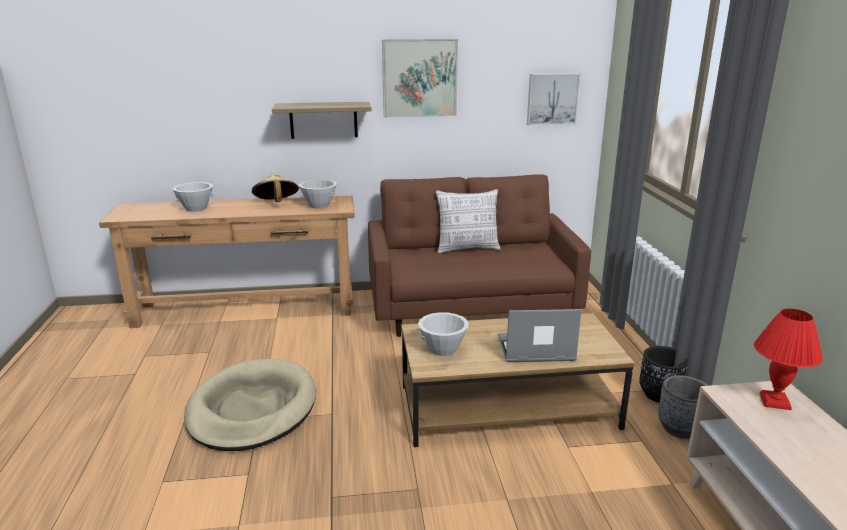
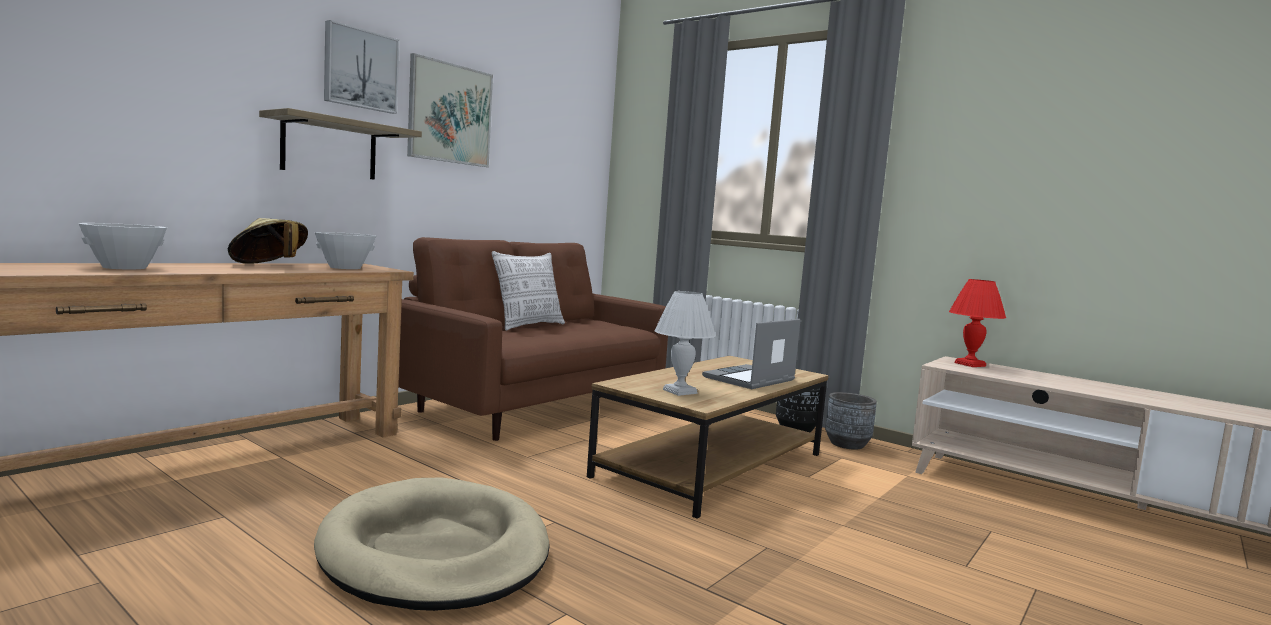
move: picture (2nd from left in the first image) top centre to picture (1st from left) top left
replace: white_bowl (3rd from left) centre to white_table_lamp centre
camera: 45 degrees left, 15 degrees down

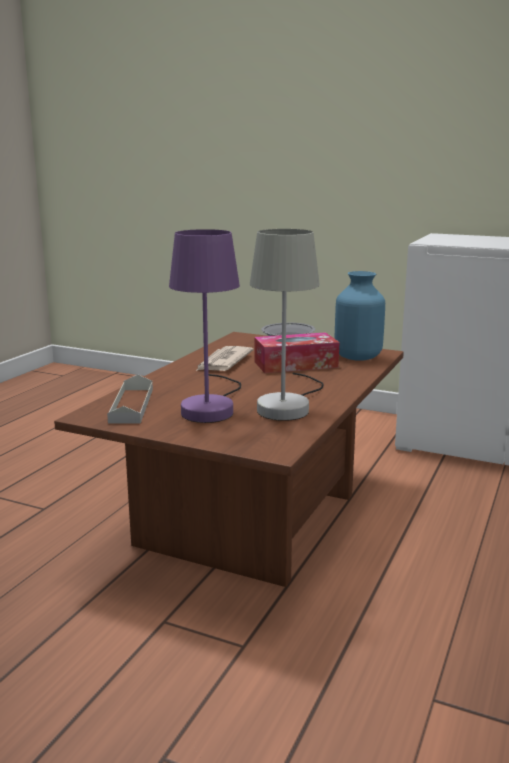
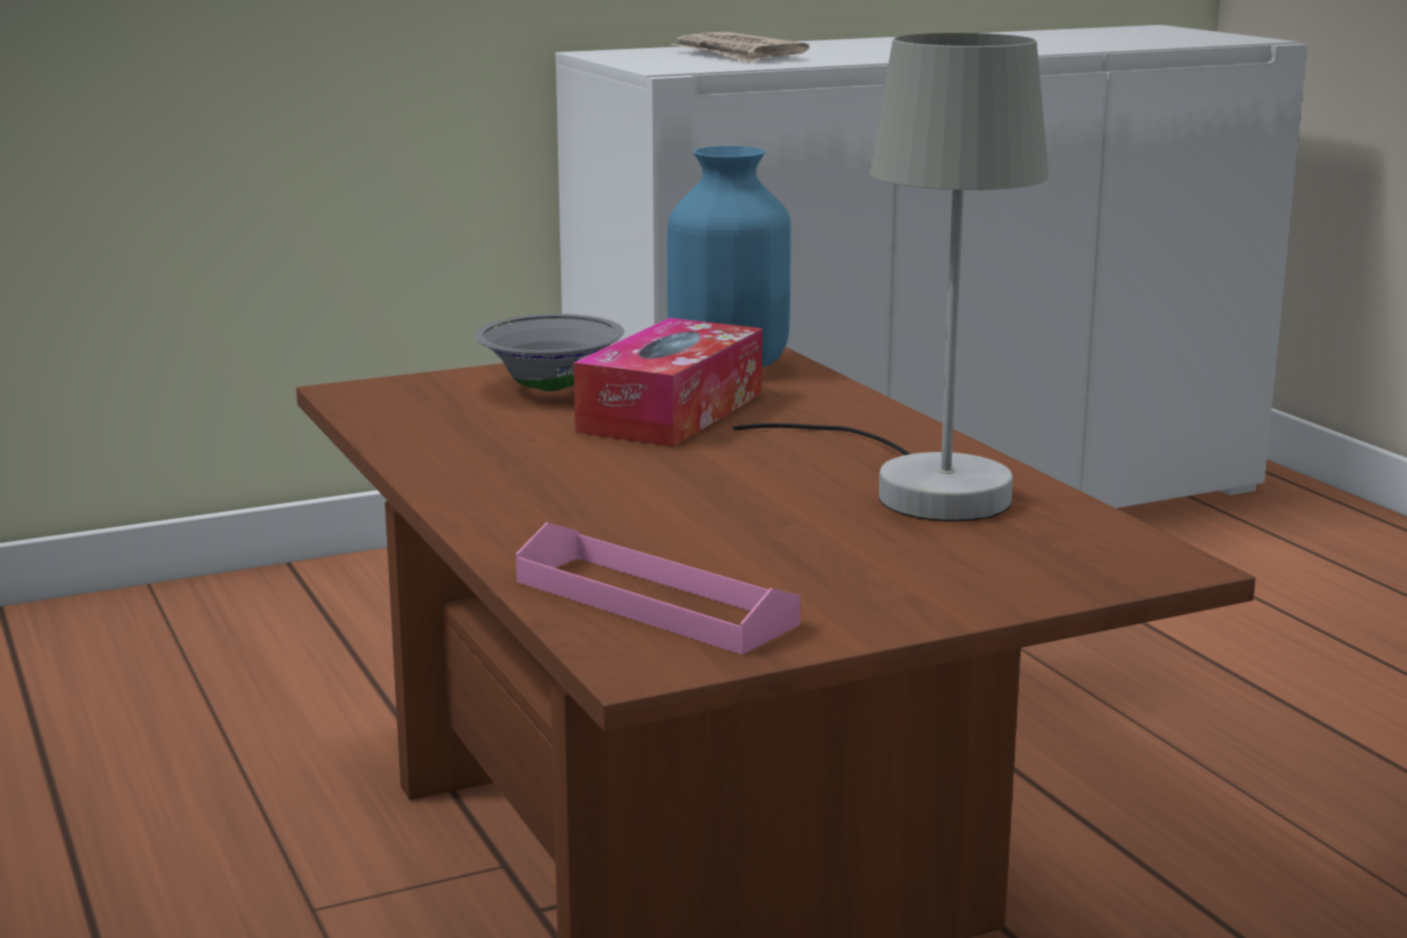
delete: purple_table_lamp centre
move: newspaper centre to top centre
recolor: grey_tray middle left to pink_tray centre
camera: 50 degrees left, 0 degrees up

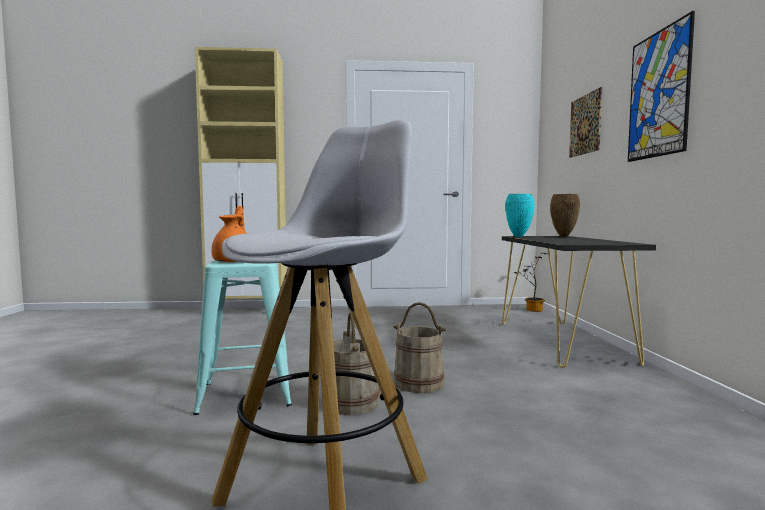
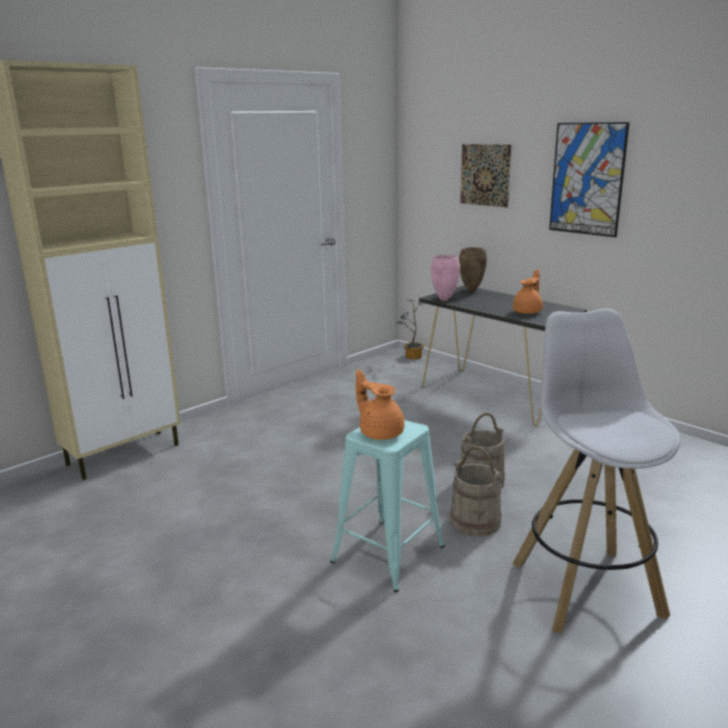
insert: orange_teapot (2nd from left) middle right
recolor: turquoise_vase middle right to pink_vase centre
camera: 40 degrees left, 15 degrees up

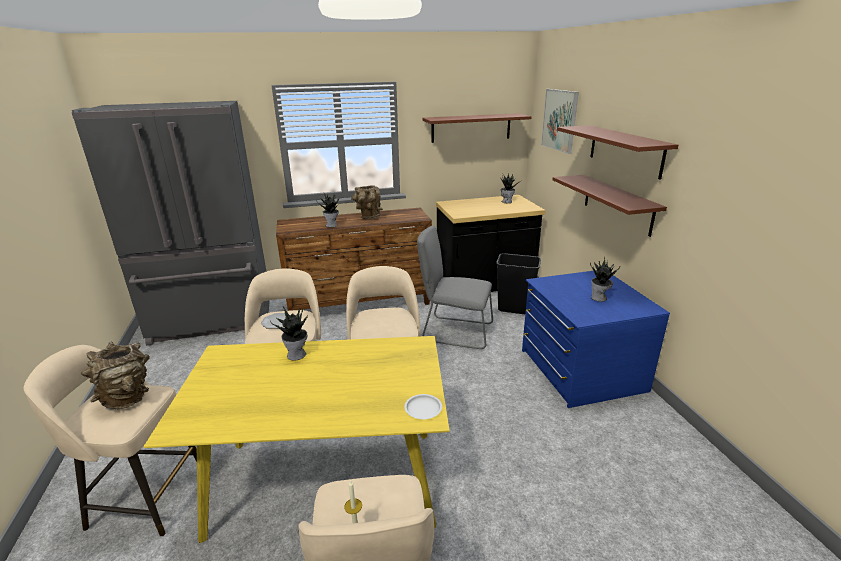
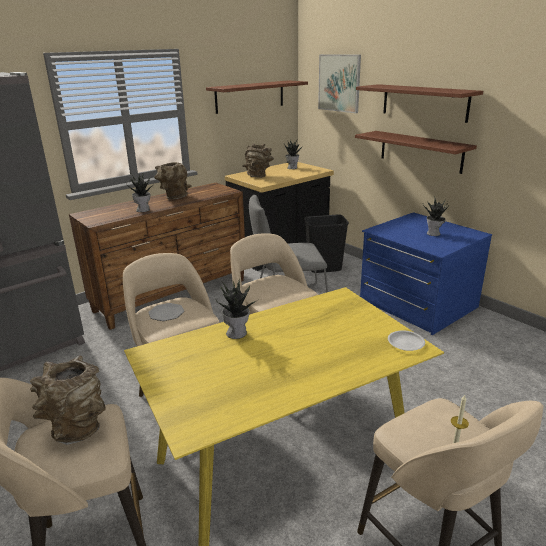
insert: brown_vase (3rd from left) top centre
camera: 25 degrees left, 0 degrees up

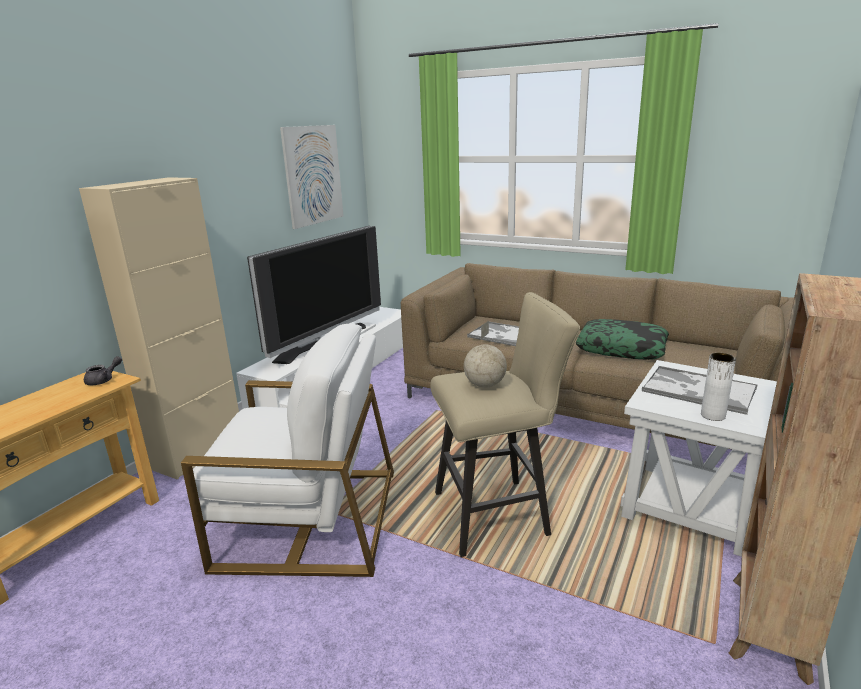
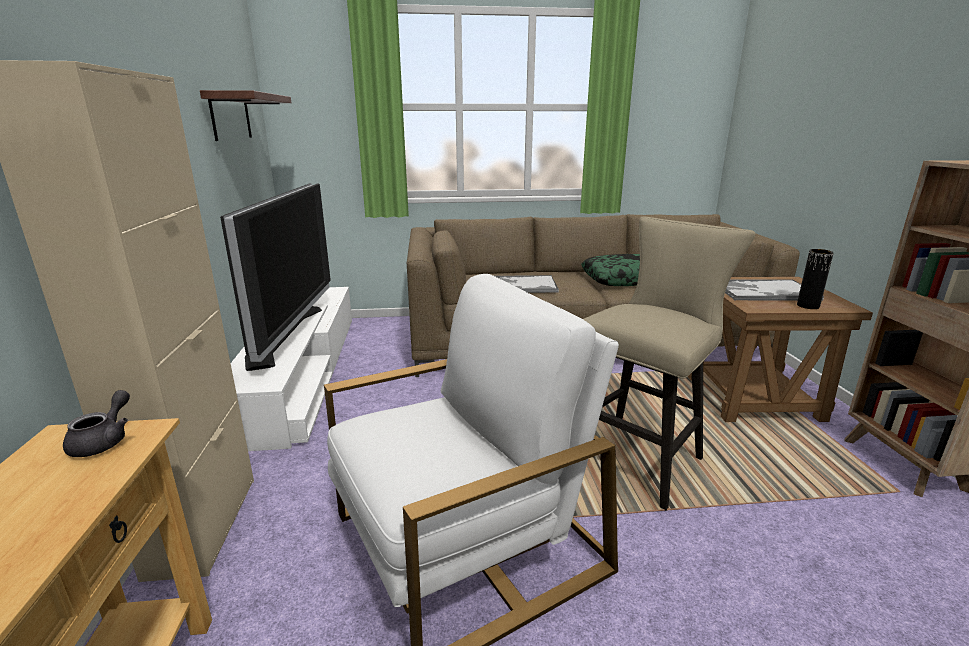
delete: globe centre
replace: picture top centre to shelf top left
recolor: white_side_table middle right to brown_side_table middle right; white_vase middle right to black_vase middle right
camera: 35 degrees left, 0 degrees up

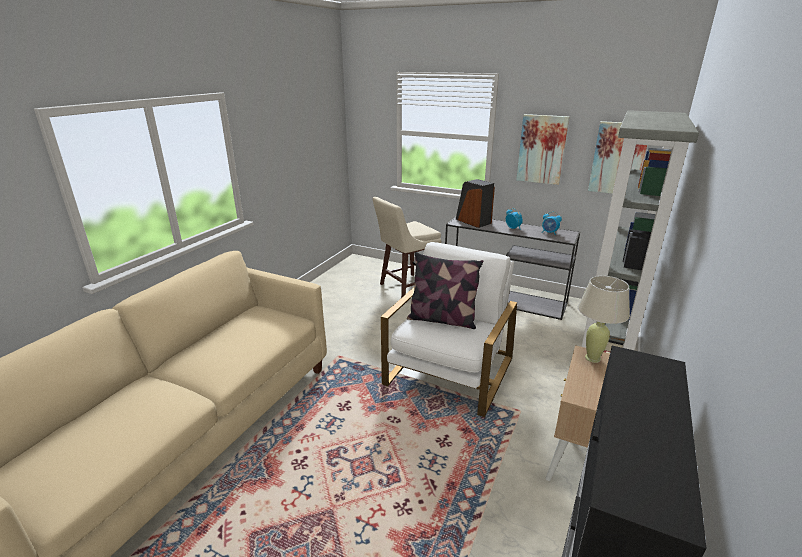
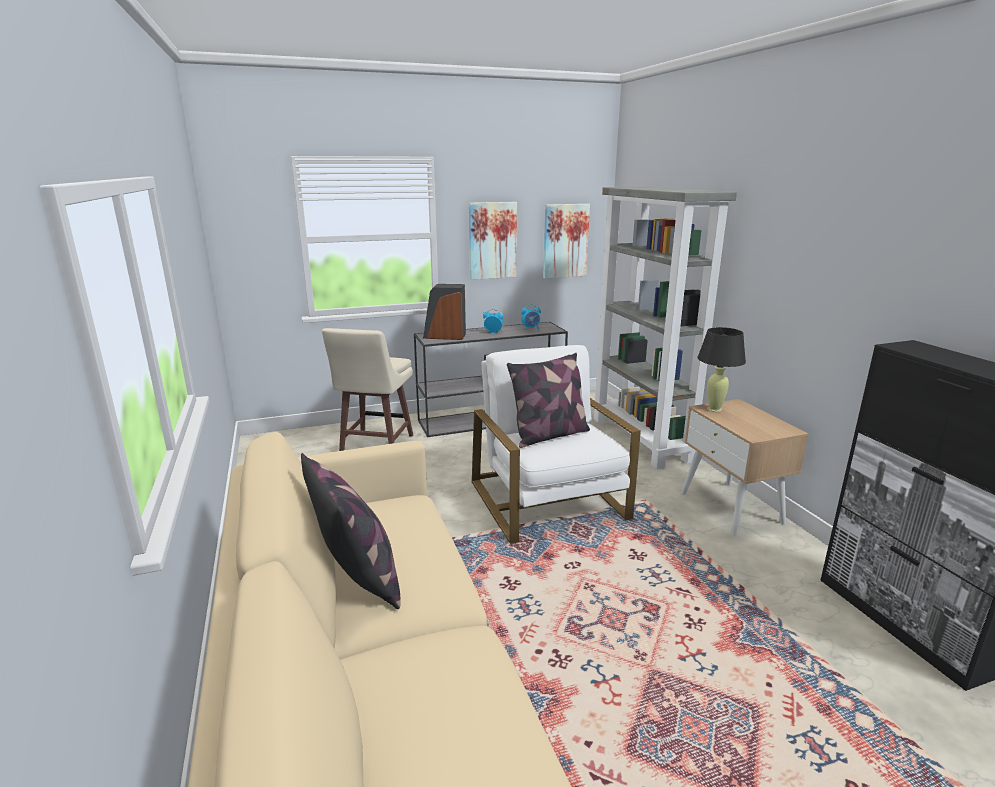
insert: pillow (1st from left) bottom centre
recolor: beige_table_lamp middle right to black_table_lamp middle right
camera: 45 degrees left, 5 degrees down

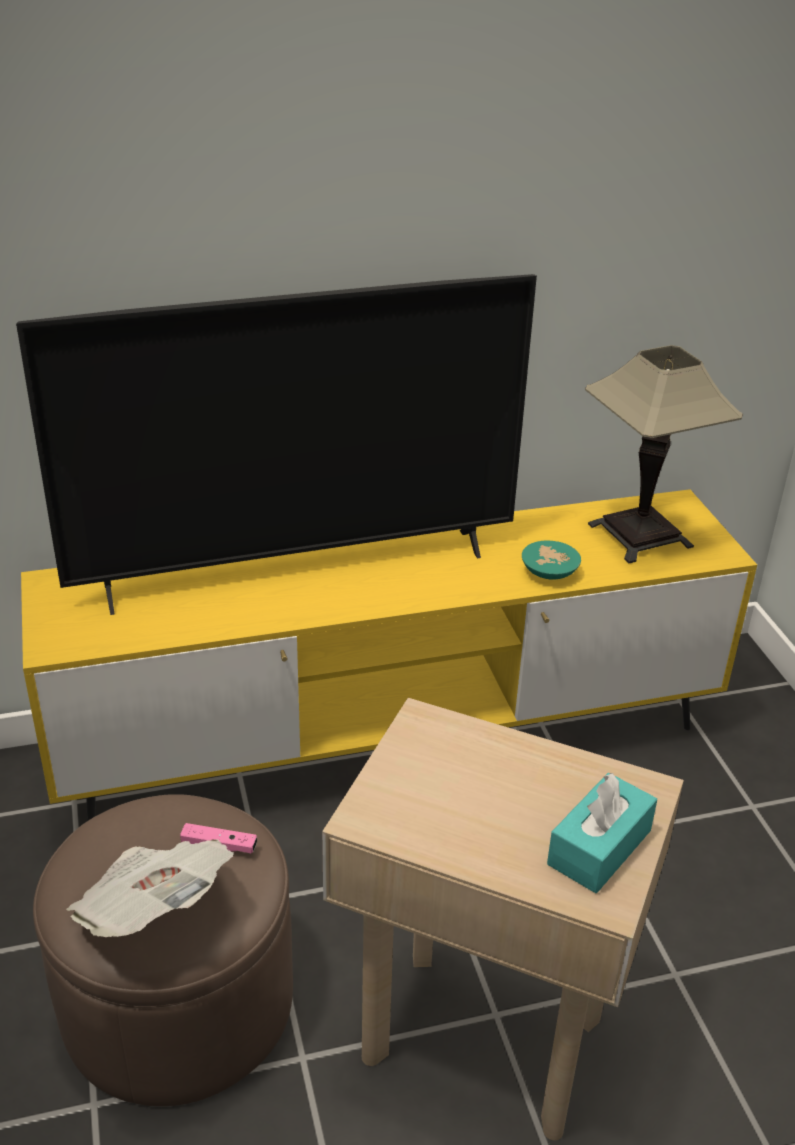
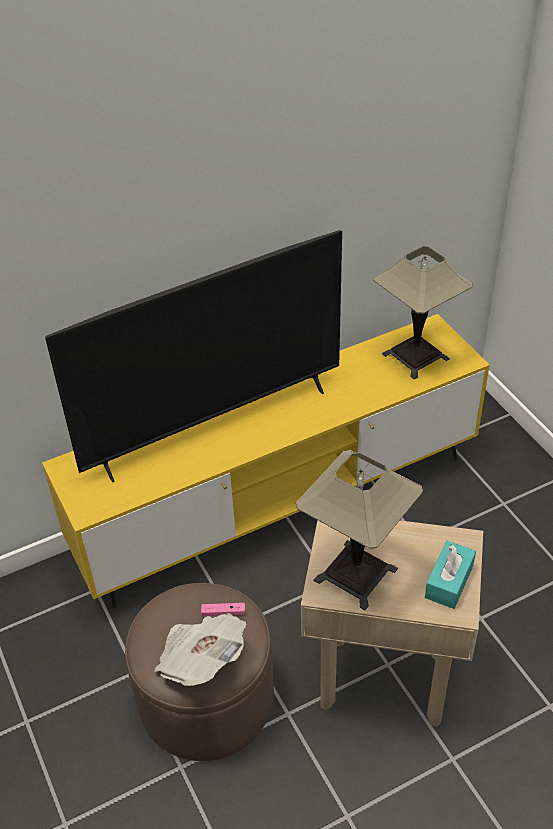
delete: turquoise_bowl middle right
insert: table_lamp (1st from left) centre
camera: 10 degrees left, 10 degrees up

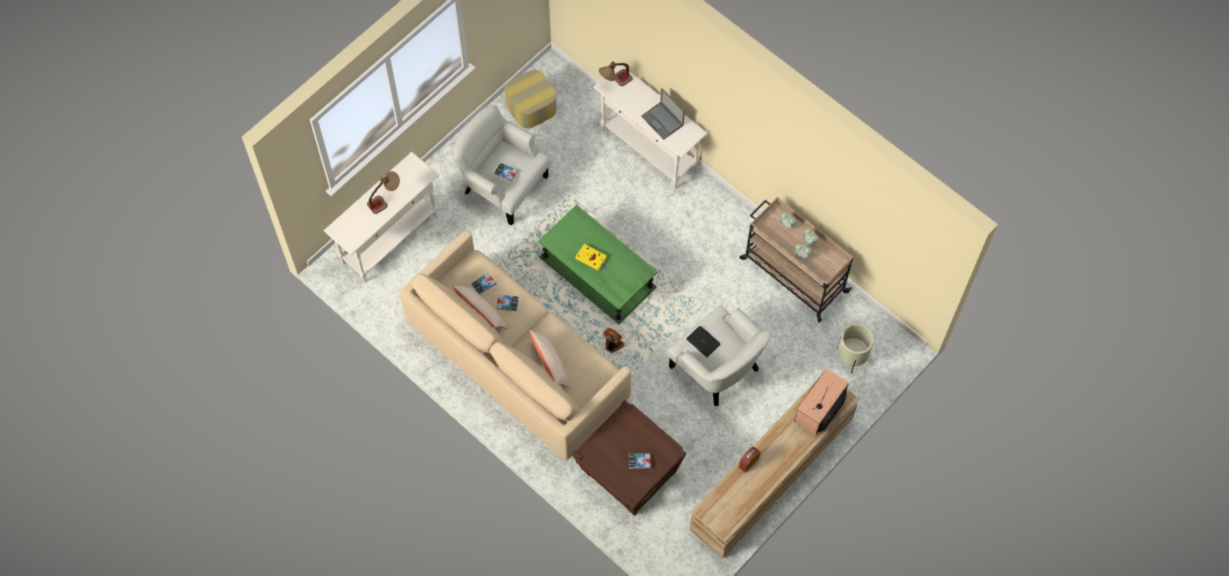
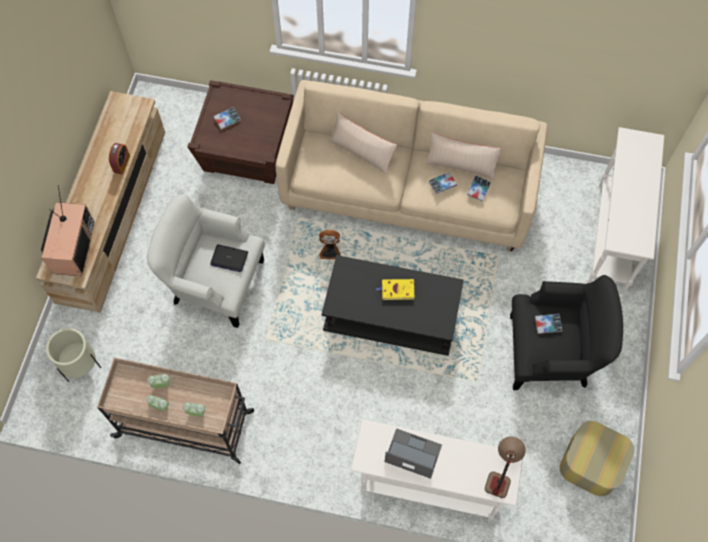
delete: table_lamp (1st from left) middle left
recolor: white_armchair (1st from left) top centre to black_armchair middle right; green_coffee_table centre to black_coffee_table centre
camera: 150 degrees right, 0 degrees up

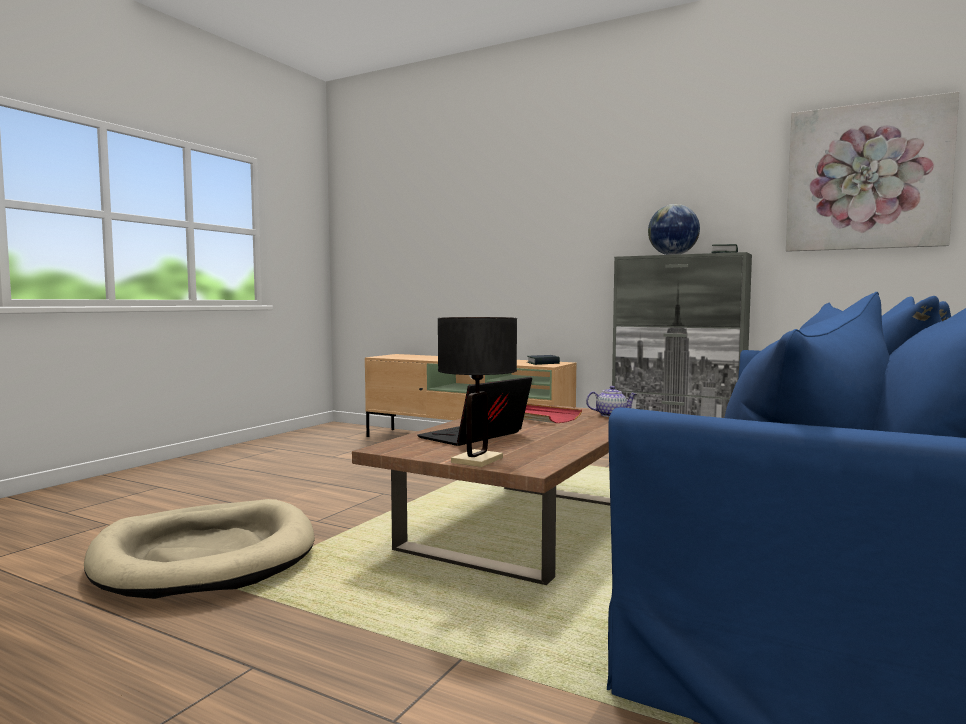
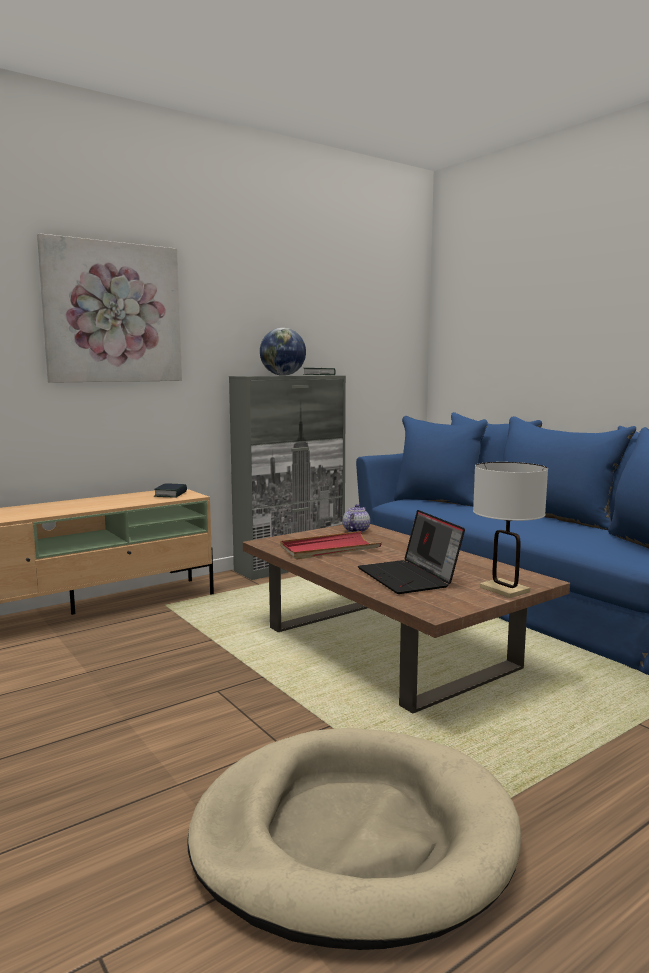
move: picture top right to top left
recolor: black_table_lamp centre to white_table_lamp middle right
camera: 65 degrees left, 5 degrees up

